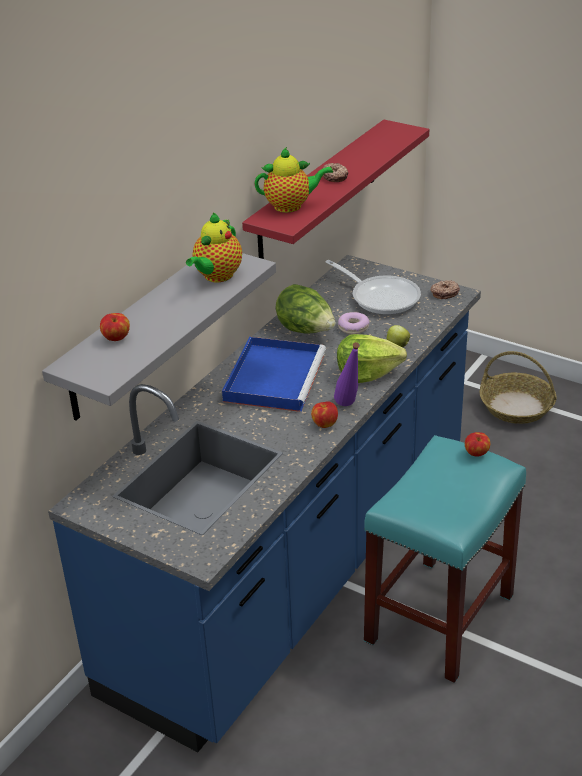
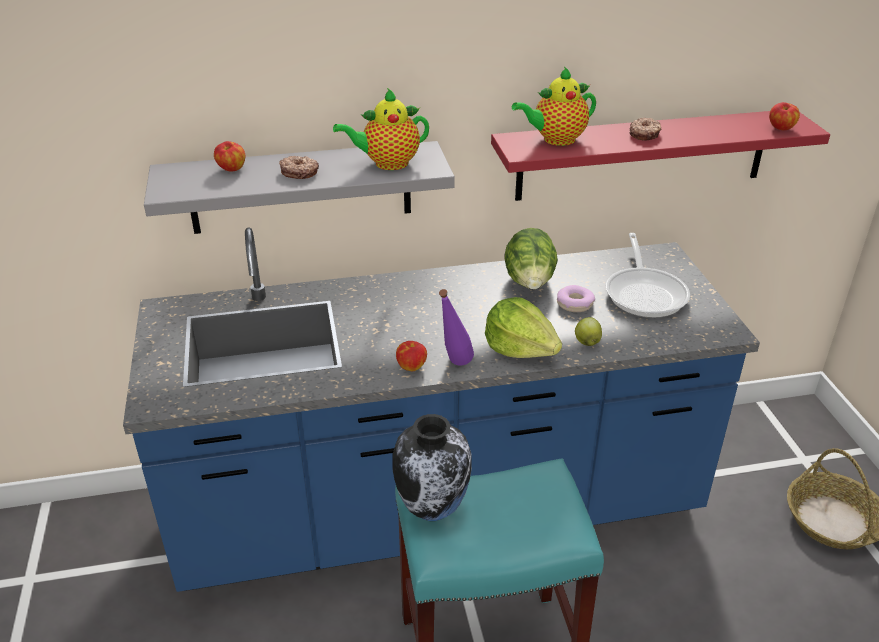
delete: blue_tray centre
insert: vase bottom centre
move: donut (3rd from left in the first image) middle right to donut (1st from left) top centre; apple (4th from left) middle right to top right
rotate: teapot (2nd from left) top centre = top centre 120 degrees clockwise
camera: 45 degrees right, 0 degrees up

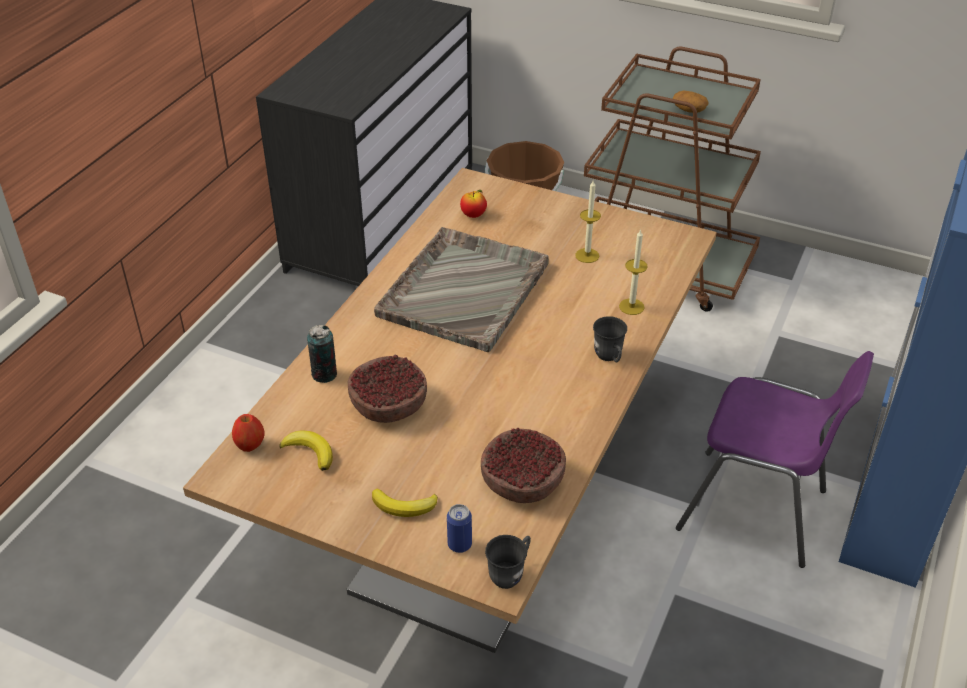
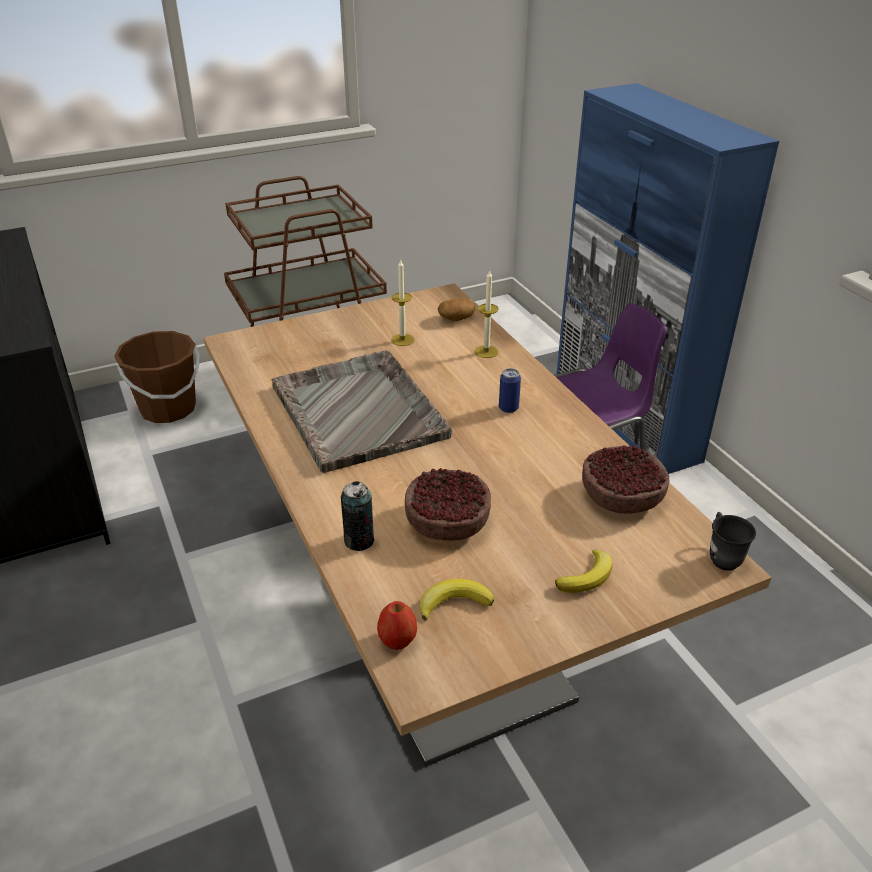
delete: apple (2nd from left) top centre; grey_mug (2nd from left) centre
move: can (2nd from left) bottom centre to centre; potato top right to centre
camera: 50 degrees left, 5 degrees down

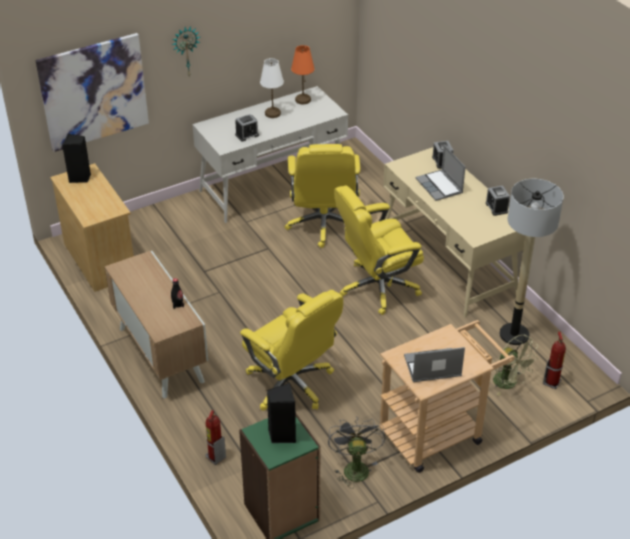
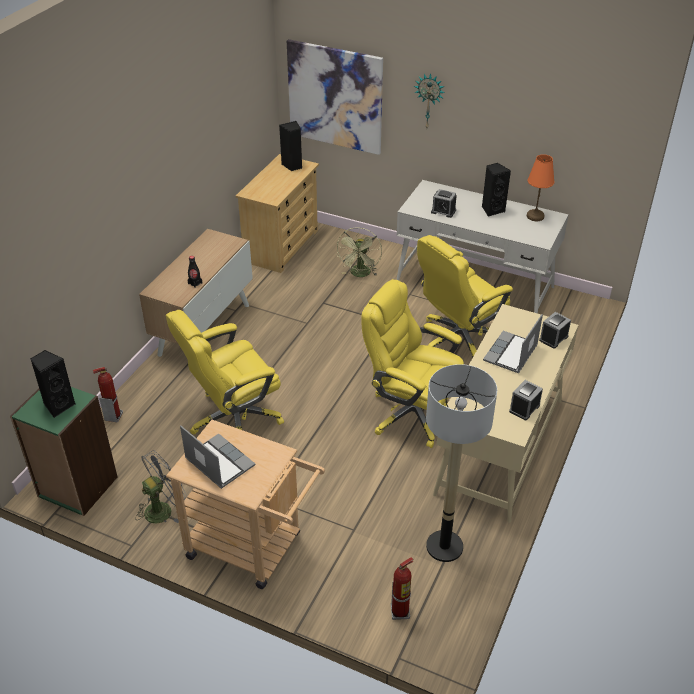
move: green_fan bottom right to centre
replace: white_table_lamp top centre to black_speaker (3rd from left) top right
rotate: yellow_office_chair (1st from left) centre = middle left 45 degrees clockwise
camera: 55 degrees right, 0 degrees up

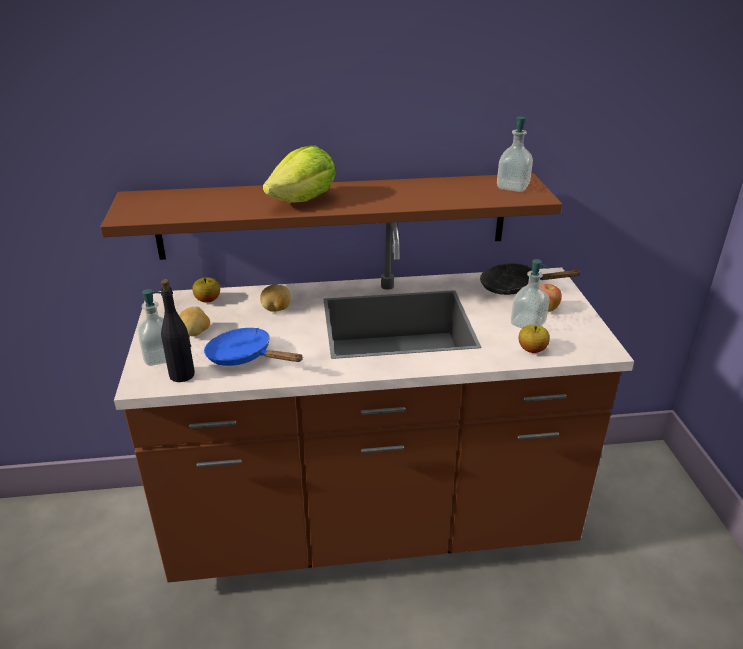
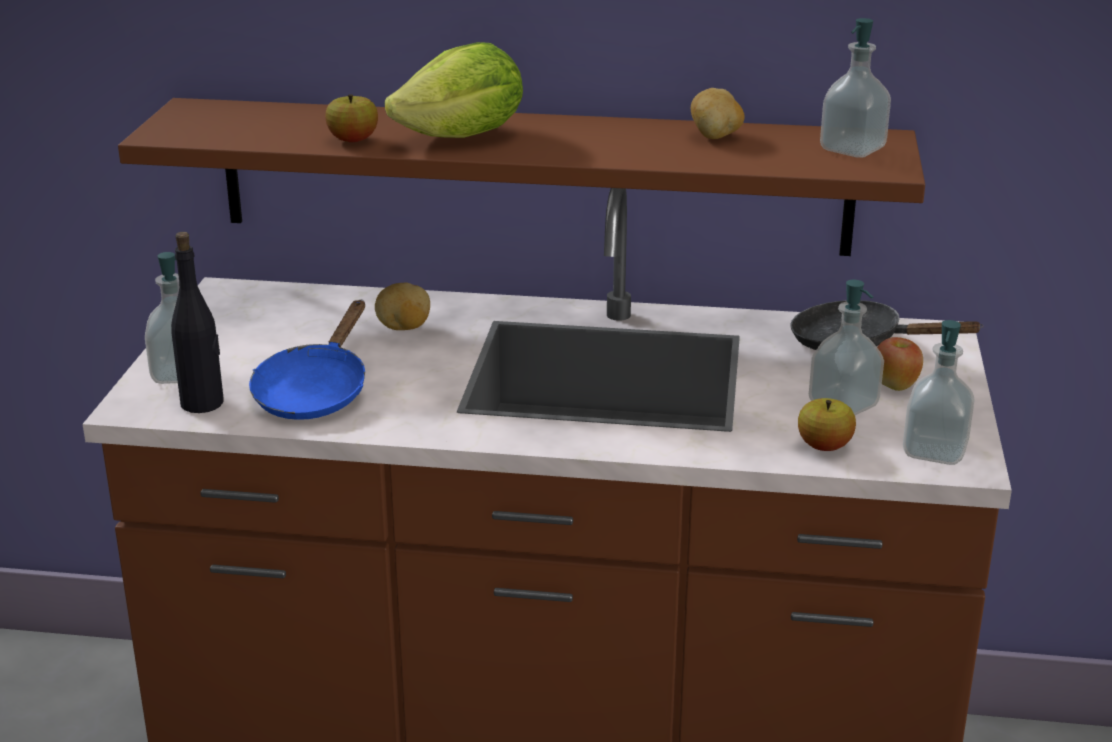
insert: soap_dispenser (4th from left) middle right
move: potato (1st from left in the first image) middle left to potato (2nd from left) top centre; apple (1st from left) middle left to top left
rotate: blue_frying_pan centre = middle left 120 degrees counterclockwise
camera: 15 degrees right, 5 degrees down

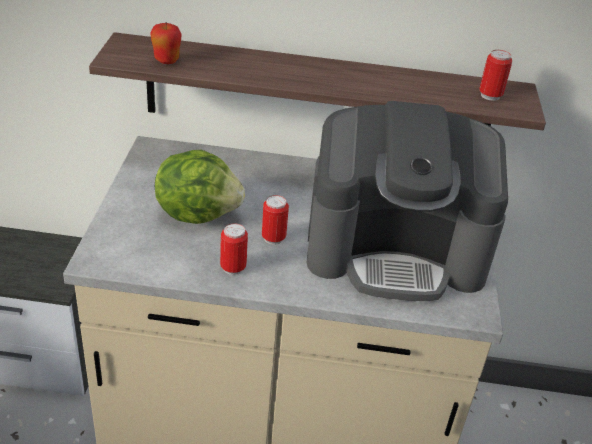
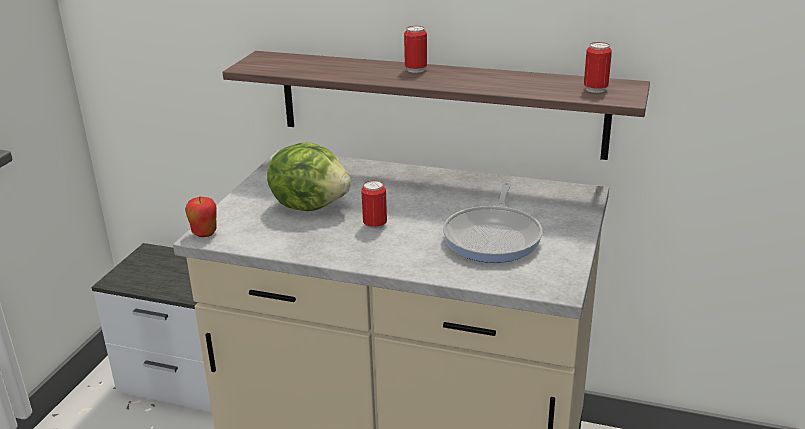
move: apple top left to middle left; can (1st from left in the first image) centre to can (2nd from left) top centre
replace: coffee_machine middle right to frying_pan centre
camera: 15 degrees right, 10 degrees down

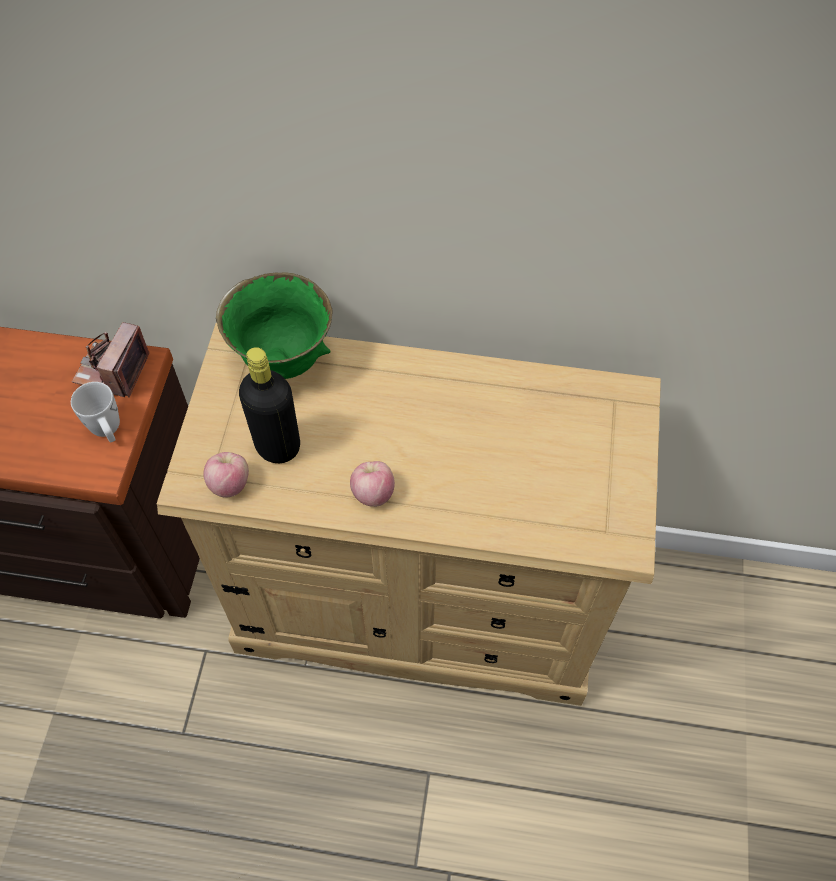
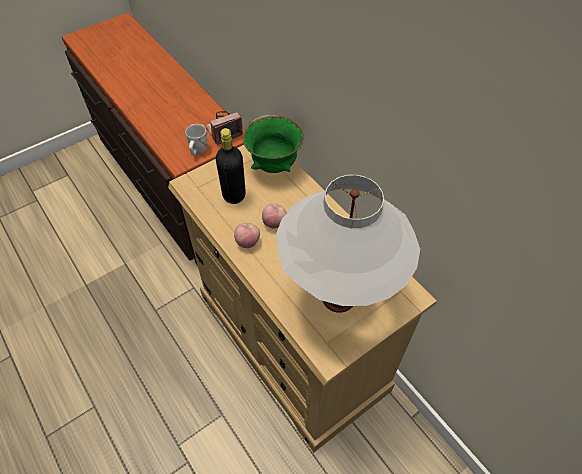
insert: white_table_lamp centre
move: apple (1st from left in the first image) middle left to apple (2nd from left) centre
camera: 45 degrees right, 5 degrees down

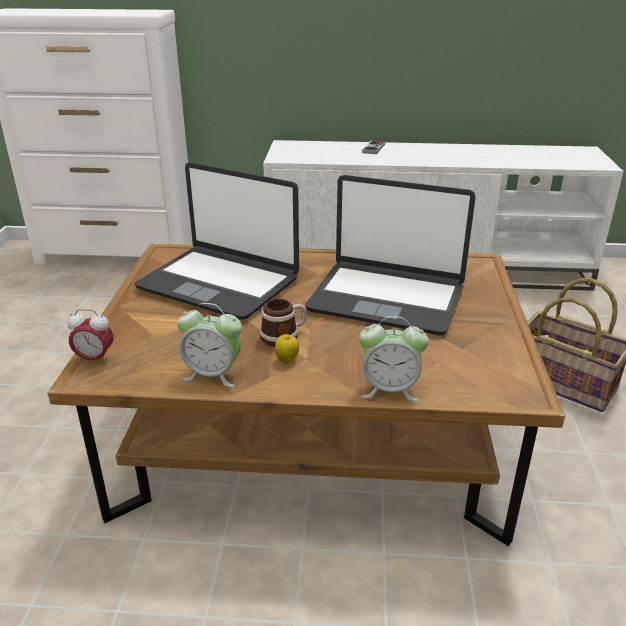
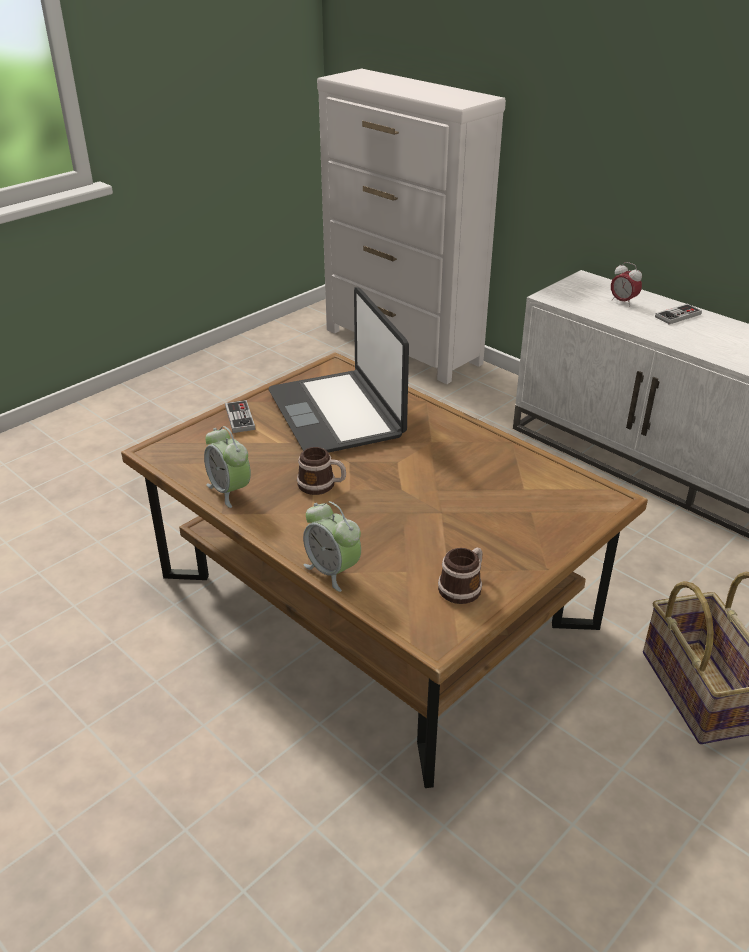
delete: apple centre; laptop (2nd from left) centre
insert: game_controller (1st from left) middle left; mug (2nd from left) centre
move: alarm_clock (1st from left in the first image) middle left to alarm_clock (3rd from left) top right
camera: 40 degrees right, 5 degrees up

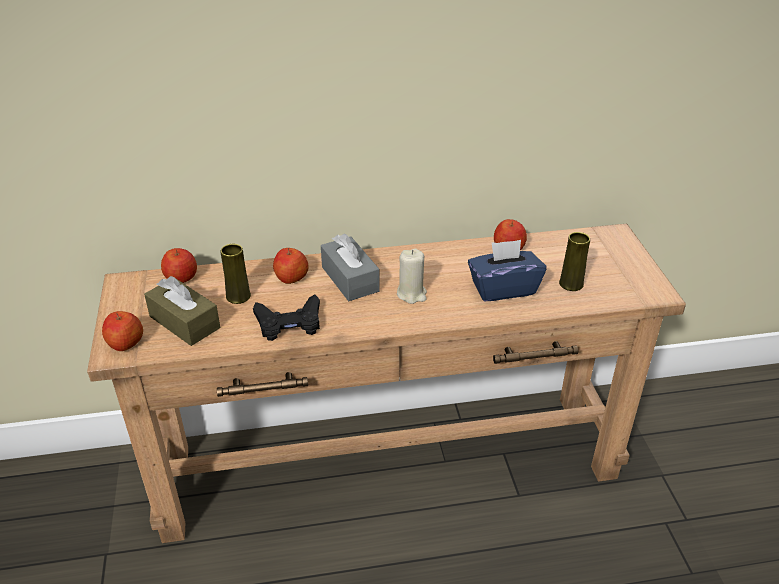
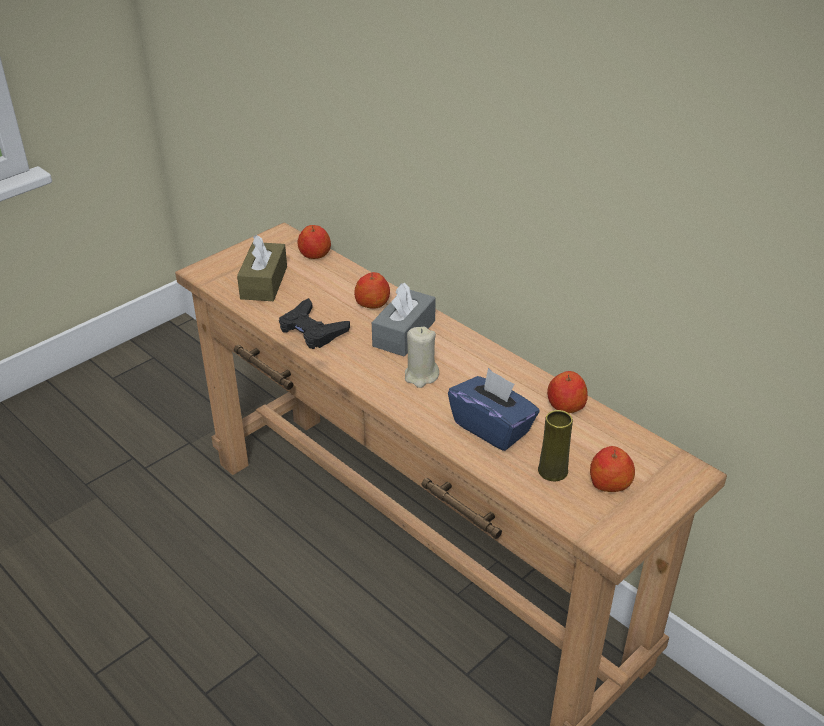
delete: yellow_vase (1st from left) middle left
move: apple (1st from left in the first image) middle left to apple (4th from left) middle right
camera: 55 degrees right, 0 degrees up

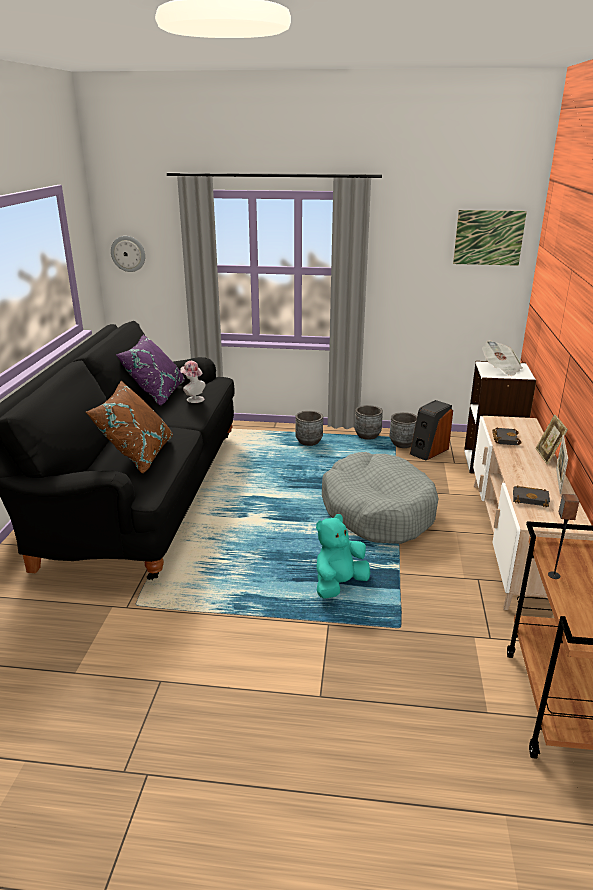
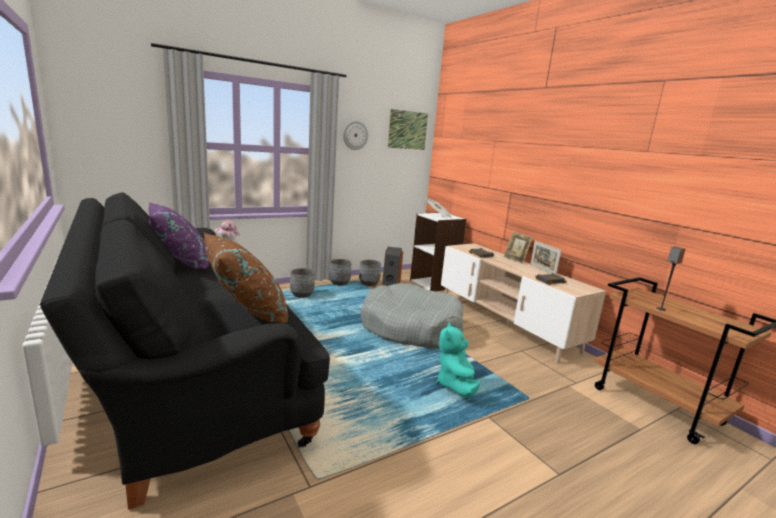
move: wall_clock top left to top centre
camera: 40 degrees left, 10 degrees down

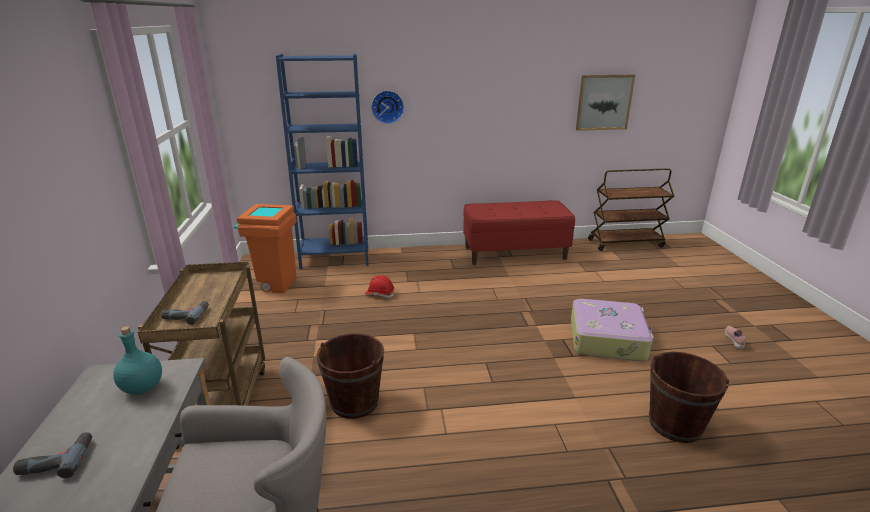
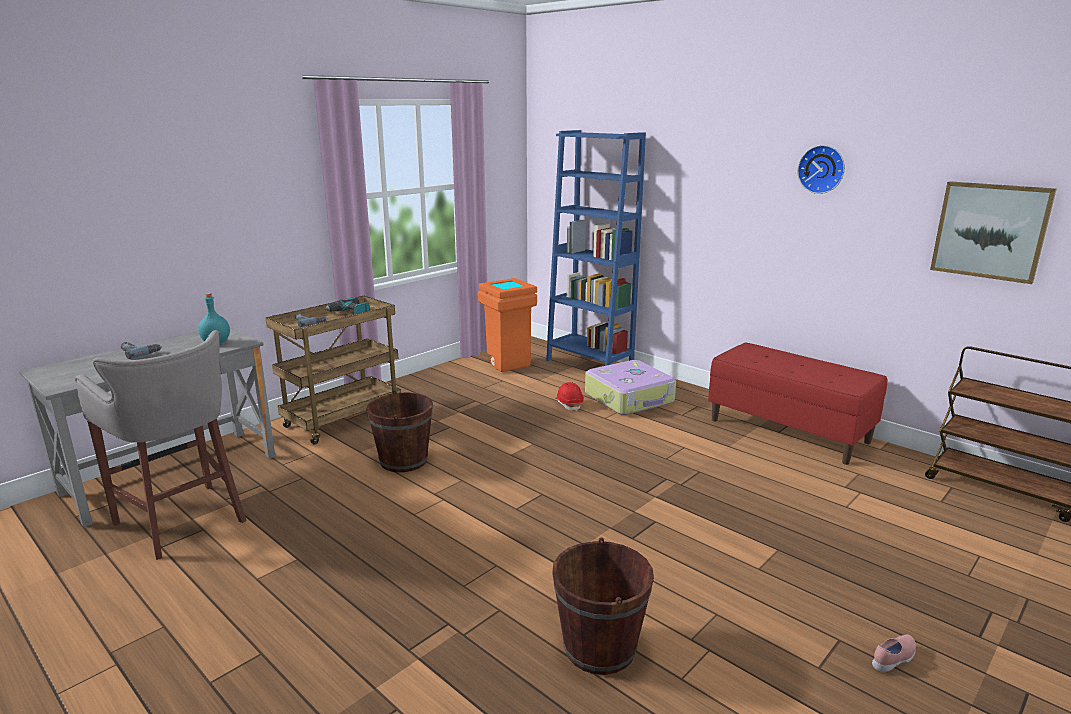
insert: power_drill (3rd from left) middle left
move: wall_clock top centre to top right; suitcase middle right to centre
camera: 50 degrees right, 5 degrees down

